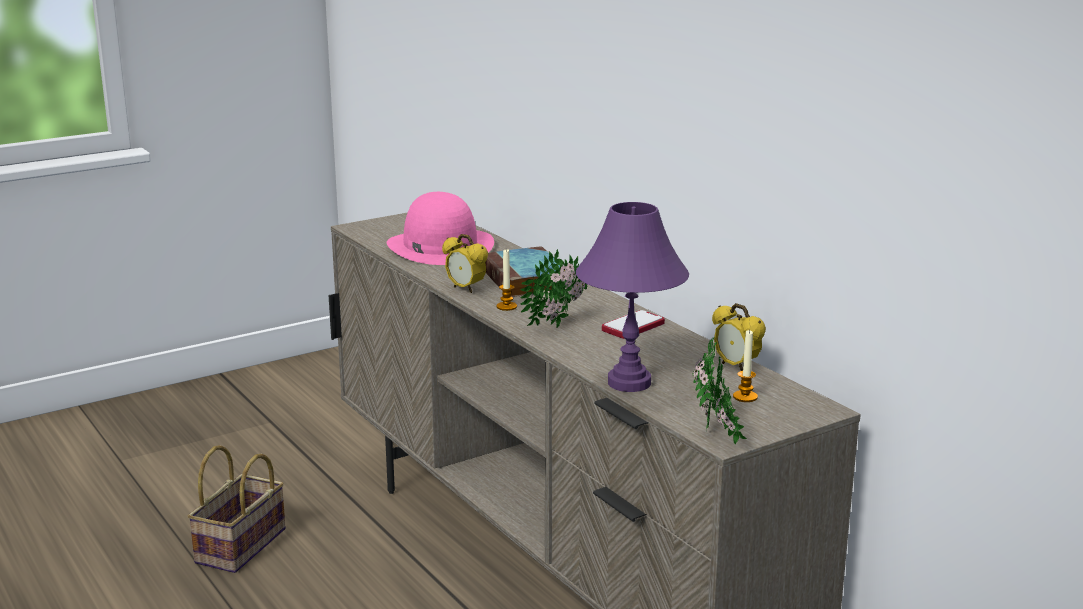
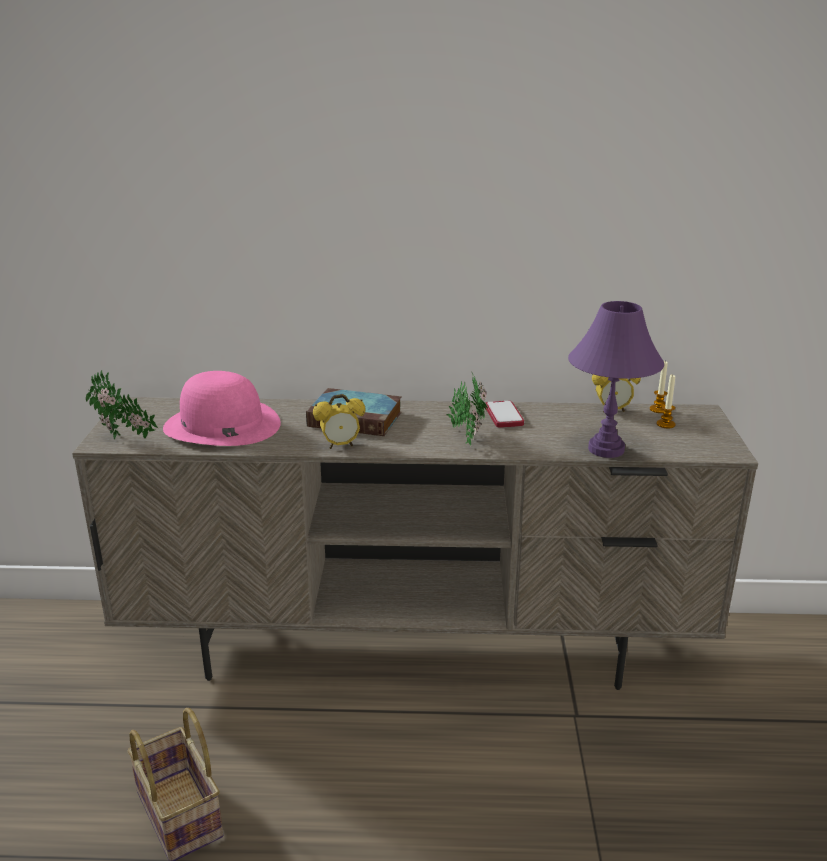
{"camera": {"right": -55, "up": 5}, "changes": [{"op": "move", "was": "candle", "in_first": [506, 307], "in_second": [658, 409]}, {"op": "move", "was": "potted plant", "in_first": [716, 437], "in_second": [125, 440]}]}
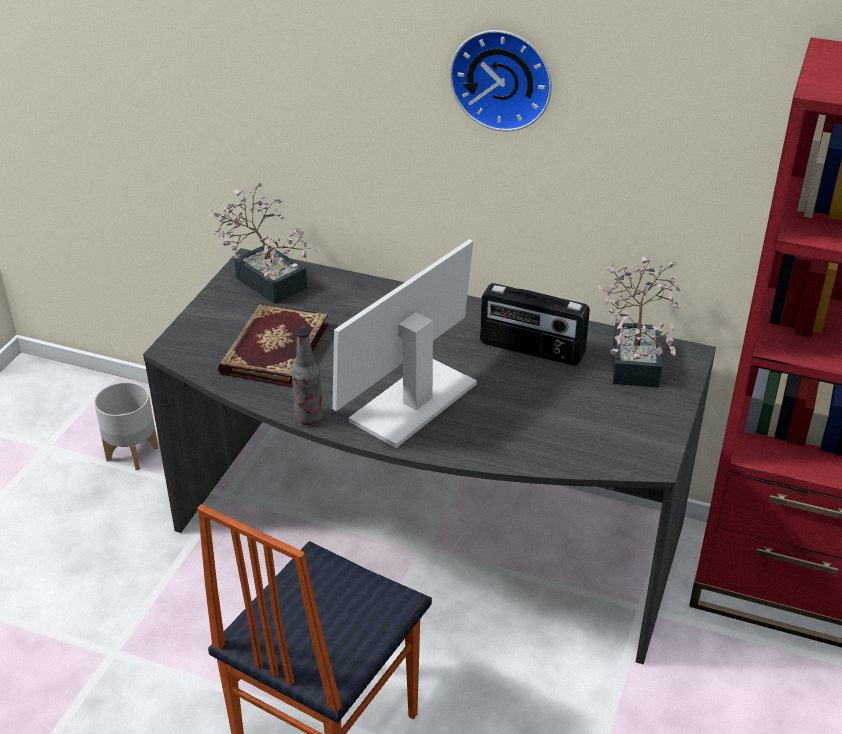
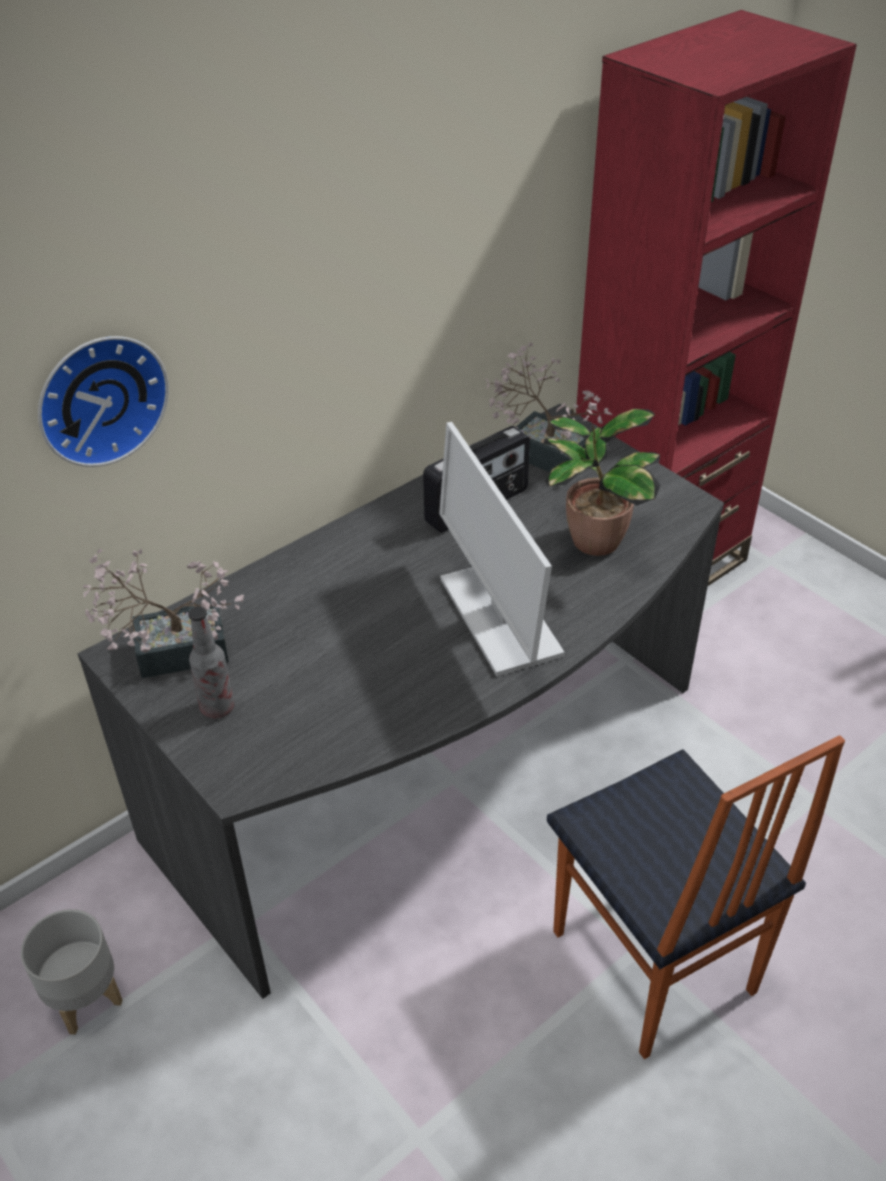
{"camera": {"right": -60, "up": 5}, "changes": [{"op": "move", "was": "wall clock", "in_first": [502, 78], "in_second": [99, 397]}, {"op": "delete", "was": "book", "in_first": [273, 348]}, {"op": "move", "was": "bottle", "in_first": [309, 417], "in_second": [217, 707]}, {"op": "insert", "now": "potted plant", "in_second": [592, 541]}]}
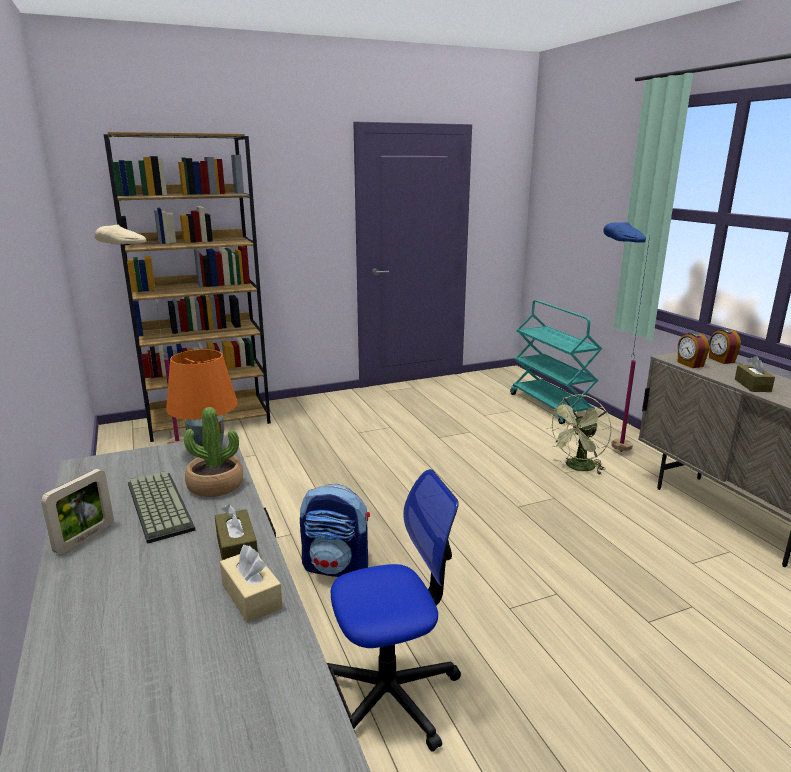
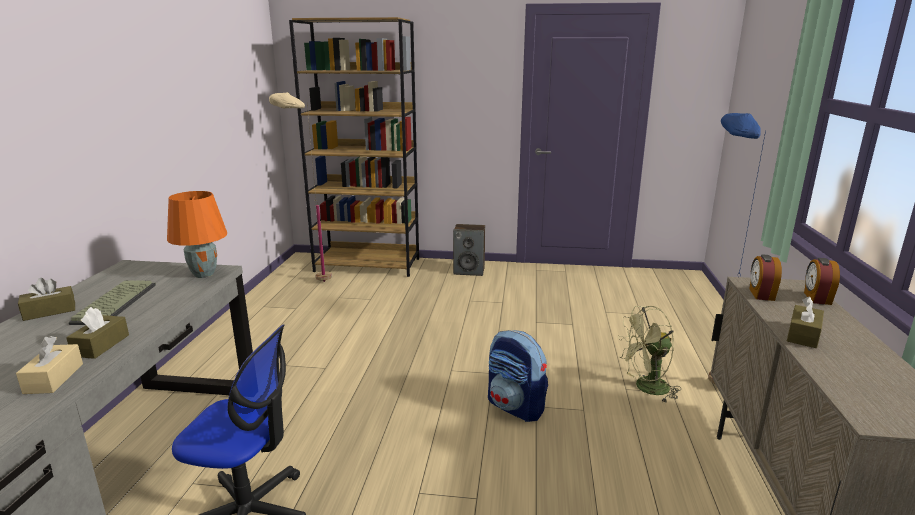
{"camera": {"right": 30, "up": 0}, "changes": [{"op": "delete", "was": "cart (turquoise)", "in_first": [551, 406]}, {"op": "delete", "was": "potted plant", "in_first": [215, 485]}, {"op": "replace", "was": "picture frame", "now": "tissue box (brown)", "in_first": [85, 538], "in_second": [50, 311]}, {"op": "move", "was": "backpack", "in_first": [337, 567], "in_second": [516, 407]}, {"op": "insert", "now": "speaker", "in_second": [469, 271]}]}
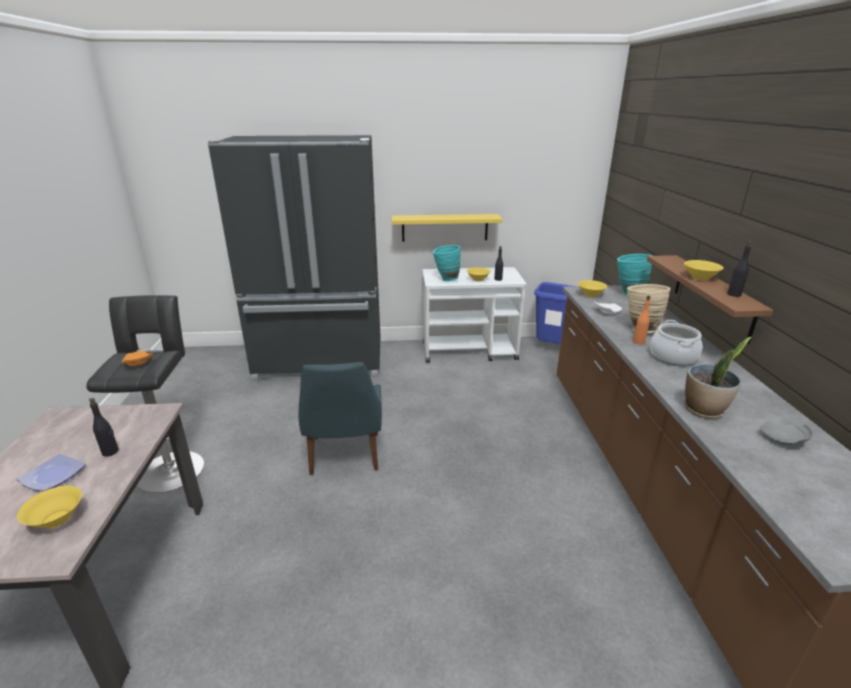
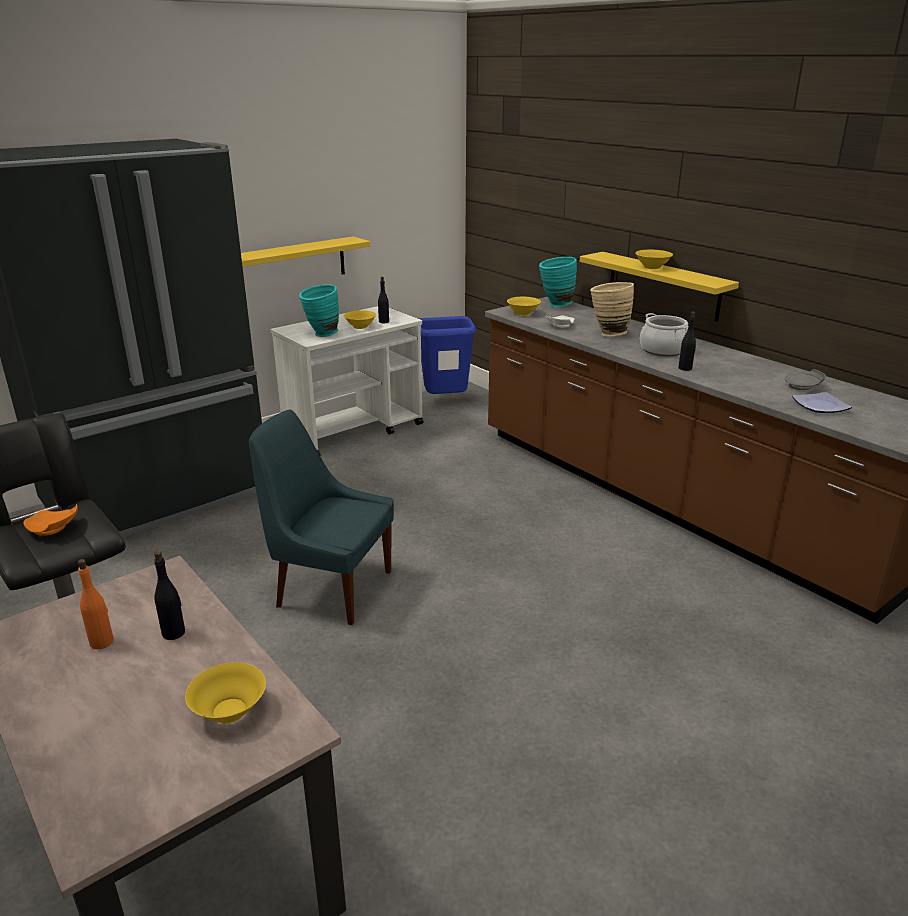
{"camera": {"right": -35, "up": 0}, "changes": [{"op": "move", "was": "bottle (black)", "in_first": [734, 294], "in_second": [685, 368]}, {"op": "recolor", "was": "shelf (brown)", "now": "shelf (yellow)", "in_first": [713, 297], "in_second": [663, 286]}, {"op": "move", "was": "bottle (orange)", "in_first": [639, 342], "in_second": [102, 642]}, {"op": "delete", "was": "potted plant", "in_first": [704, 410]}, {"op": "rotate", "was": "chair (blue)", "in_first": [345, 455], "in_second": [330, 588], "clockwise": 150}, {"op": "move", "was": "plate", "in_first": [54, 475], "in_second": [819, 406]}]}
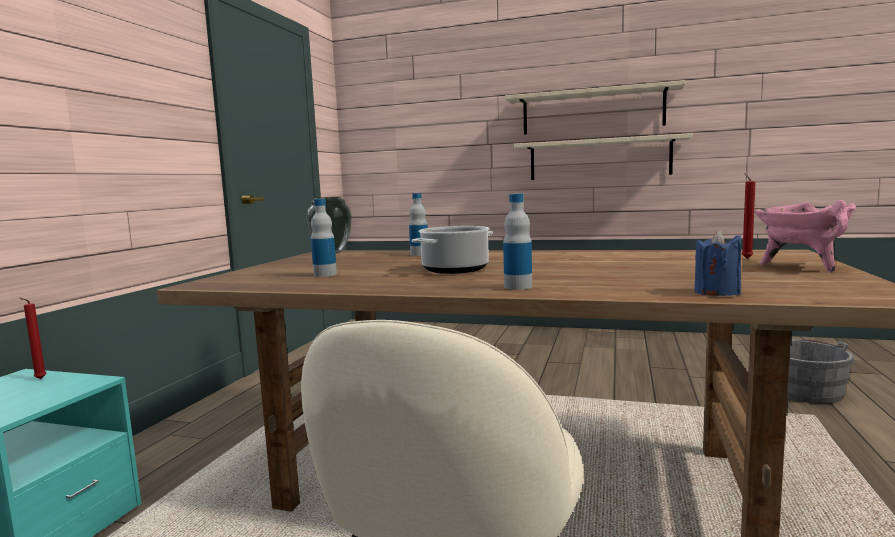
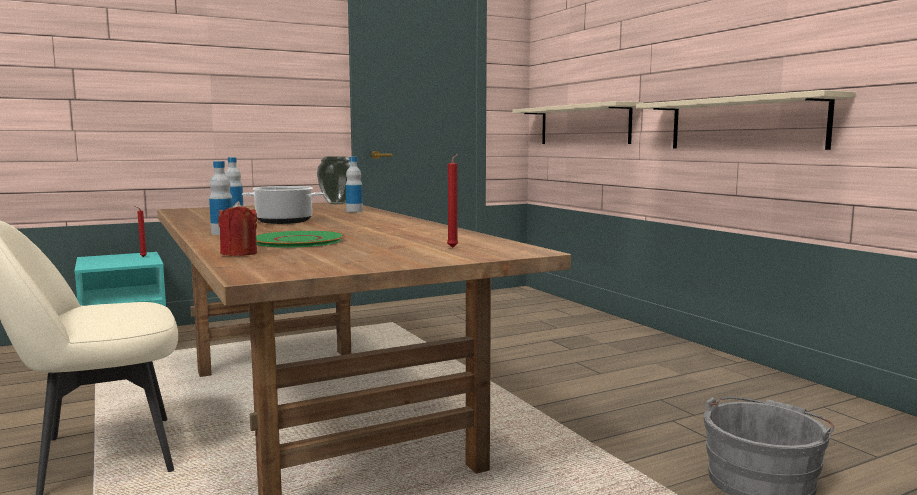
{"camera": {"right": 45, "up": 0}, "changes": [{"op": "move", "was": "shelf (beige)", "in_first": [592, 111], "in_second": [583, 125]}, {"op": "delete", "was": "cooking pot (pink)", "in_first": [801, 266]}, {"op": "recolor", "was": "candle (blue)", "now": "candle (red)", "in_first": [717, 293], "in_second": [239, 254]}, {"op": "insert", "now": "plate (green)", "in_second": [299, 241]}]}
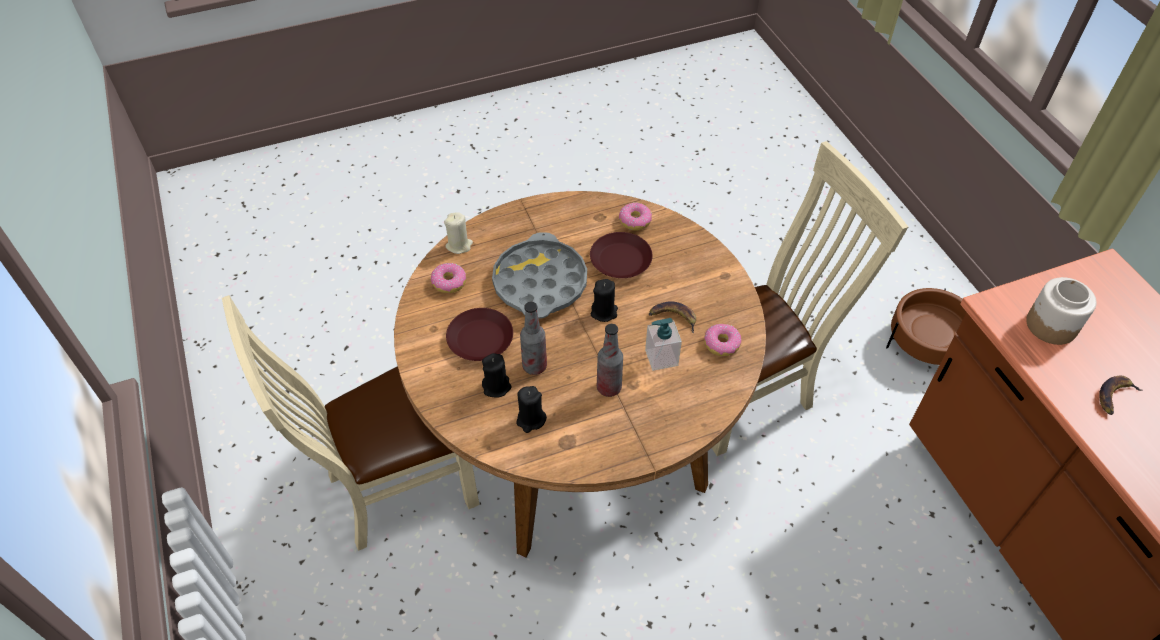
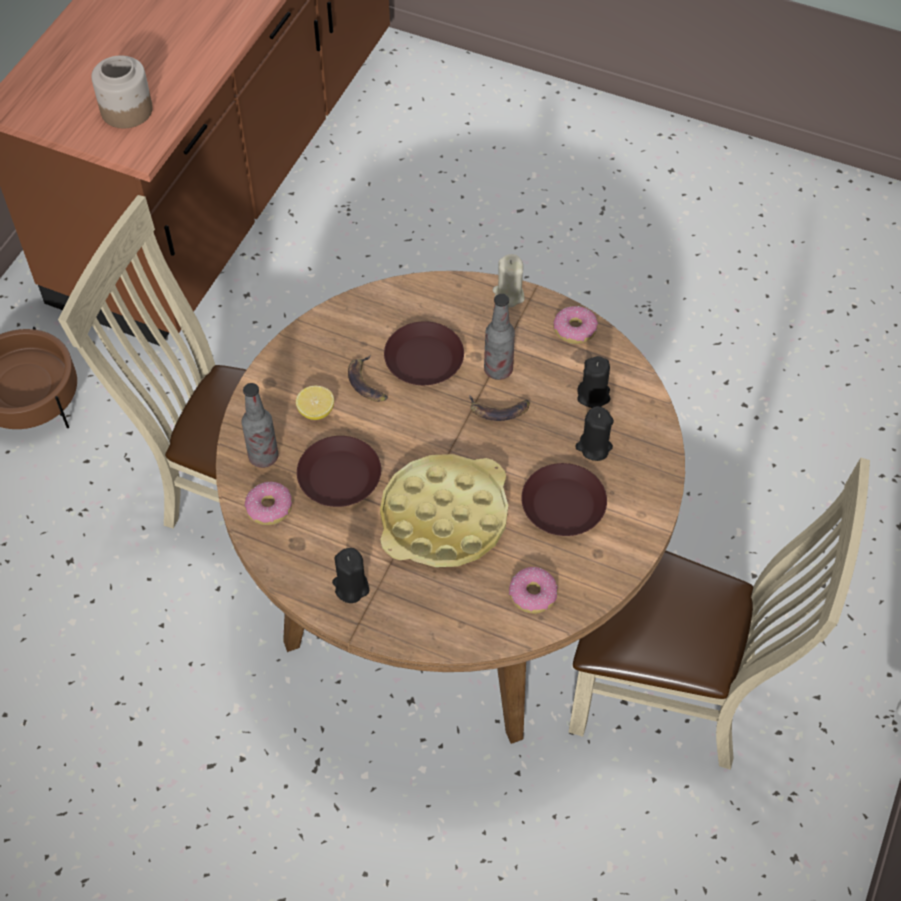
{"camera": {"right": -135, "up": 5}, "changes": [{"op": "move", "was": "candle (beige)", "in_first": [459, 245], "in_second": [508, 295]}, {"op": "recolor", "was": "tray (grey)", "now": "tray (yellow)", "in_first": [540, 283], "in_second": [444, 517]}, {"op": "move", "was": "candle (black)", "in_first": [604, 312], "in_second": [351, 587]}, {"op": "move", "was": "bottle", "in_first": [534, 366], "in_second": [263, 456]}, {"op": "replace", "was": "soap dispenser", "now": "plate (brown)", "in_first": [661, 357], "in_second": [423, 358]}, {"op": "move", "was": "donut", "in_first": [721, 344], "in_second": [575, 330]}, {"op": "move", "was": "banana", "in_first": [1114, 396], "in_second": [498, 410]}, {"op": "insert", "now": "lemon", "in_second": [316, 411]}]}
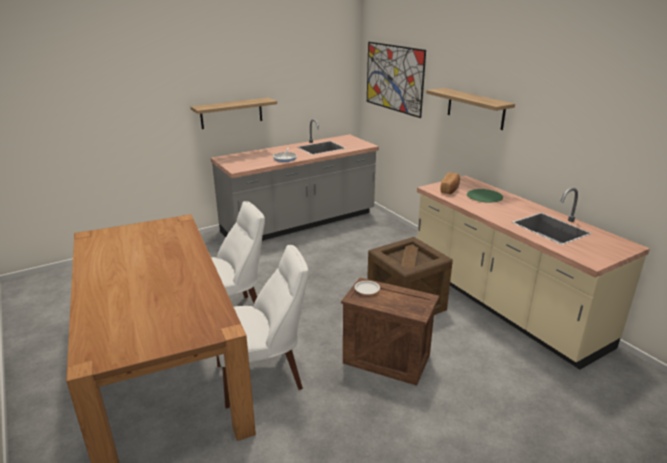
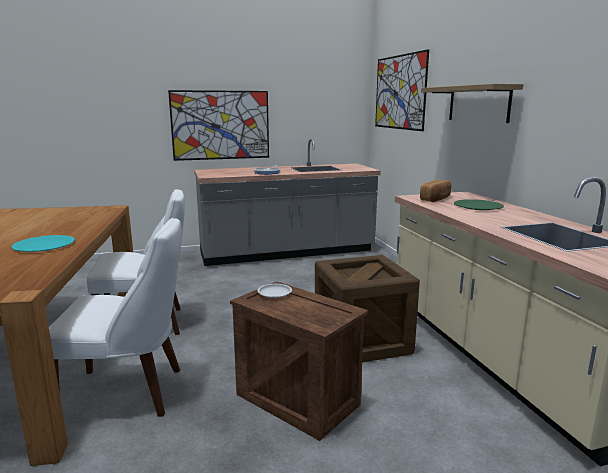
{"camera": {"right": 15, "up": -10}, "changes": [{"op": "replace", "was": "shelf", "now": "picture", "in_first": [231, 113], "in_second": [221, 125]}, {"op": "insert", "now": "plate (turquoise)", "in_second": [44, 245]}]}
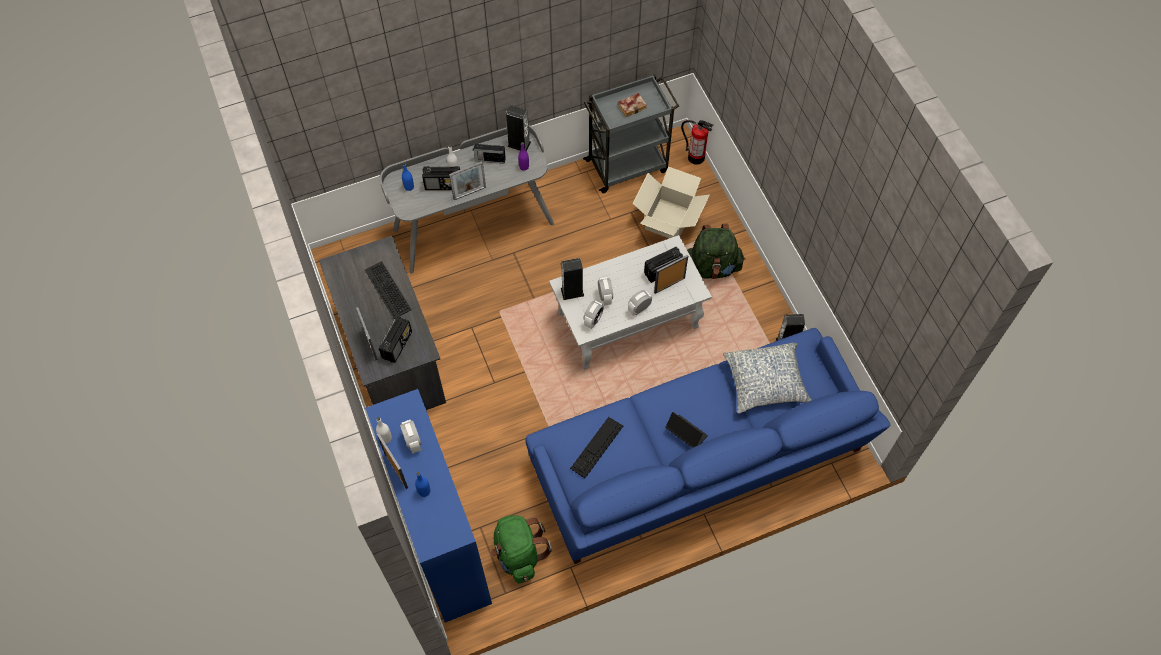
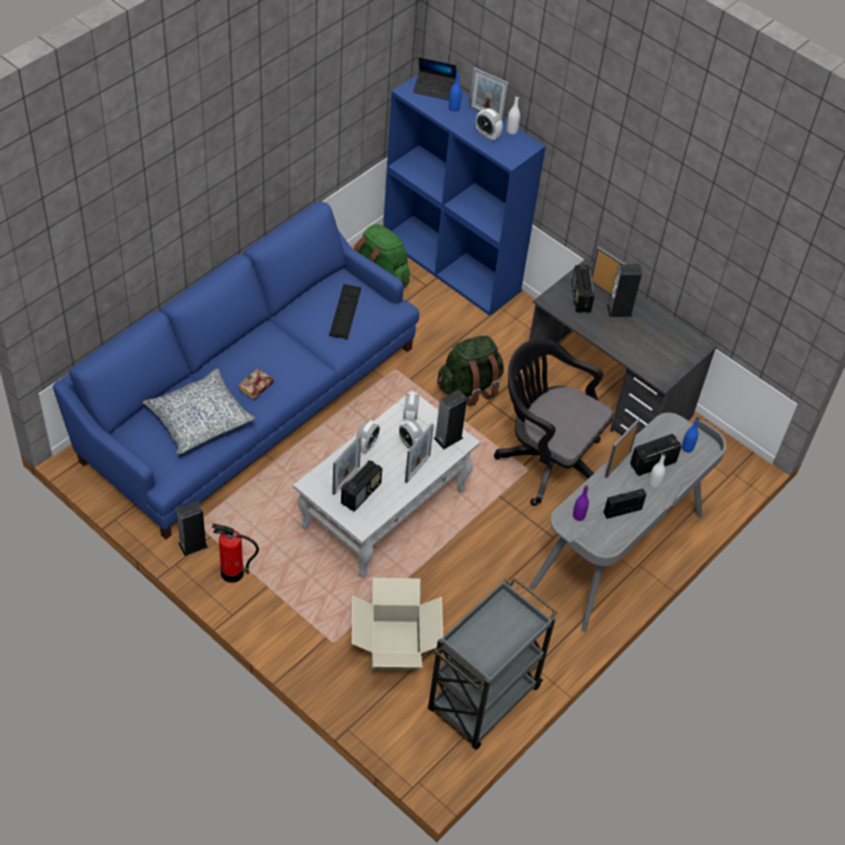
{"camera": {"right": 150, "up": -10}, "changes": [{"op": "move", "was": "book", "in_first": [632, 105], "in_second": [255, 387]}, {"op": "move", "was": "speaker", "in_first": [519, 144], "in_second": [619, 310]}, {"op": "move", "was": "fire extinguisher", "in_first": [696, 157], "in_second": [232, 573]}, {"op": "move", "was": "backpack (green)", "in_first": [712, 267], "in_second": [469, 386]}, {"op": "delete", "was": "keyboard", "in_first": [386, 289]}, {"op": "move", "was": "laptop", "in_first": [686, 433], "in_second": [434, 89]}, {"op": "insert", "now": "office chair (black)", "in_second": [546, 459]}, {"op": "insert", "now": "picture frame", "in_second": [417, 468]}]}
